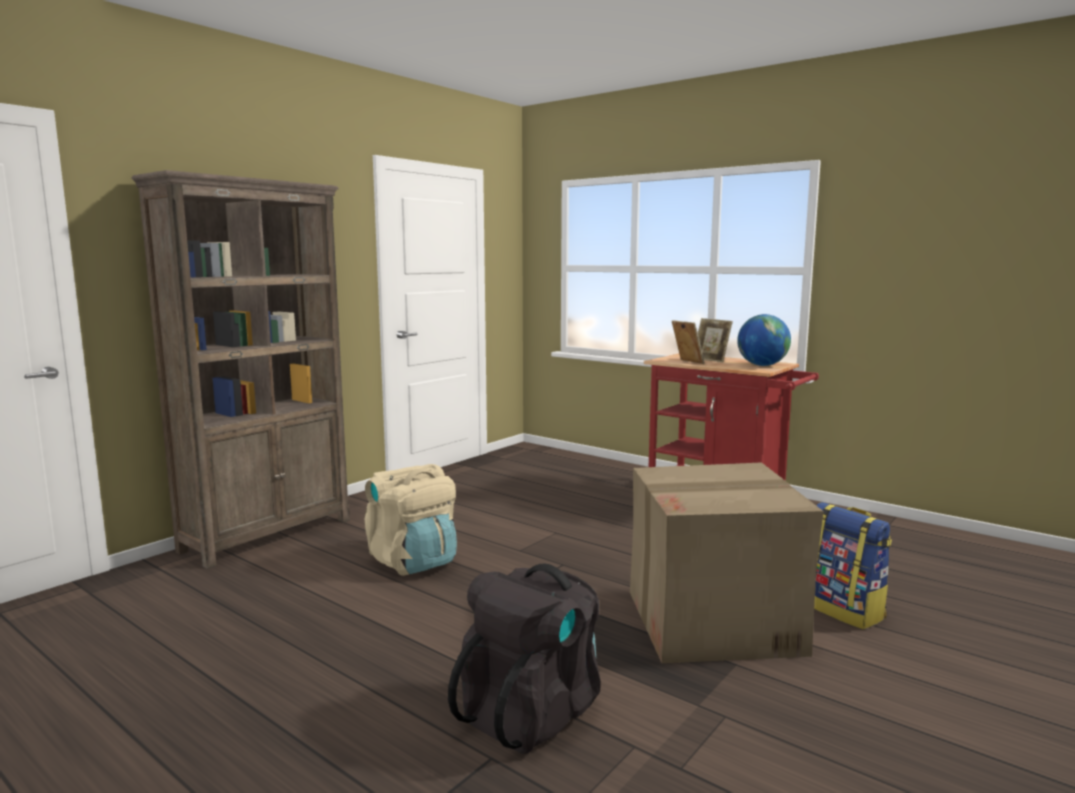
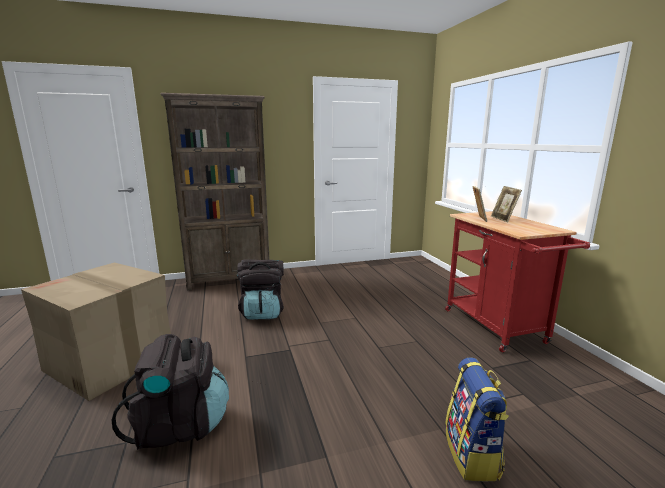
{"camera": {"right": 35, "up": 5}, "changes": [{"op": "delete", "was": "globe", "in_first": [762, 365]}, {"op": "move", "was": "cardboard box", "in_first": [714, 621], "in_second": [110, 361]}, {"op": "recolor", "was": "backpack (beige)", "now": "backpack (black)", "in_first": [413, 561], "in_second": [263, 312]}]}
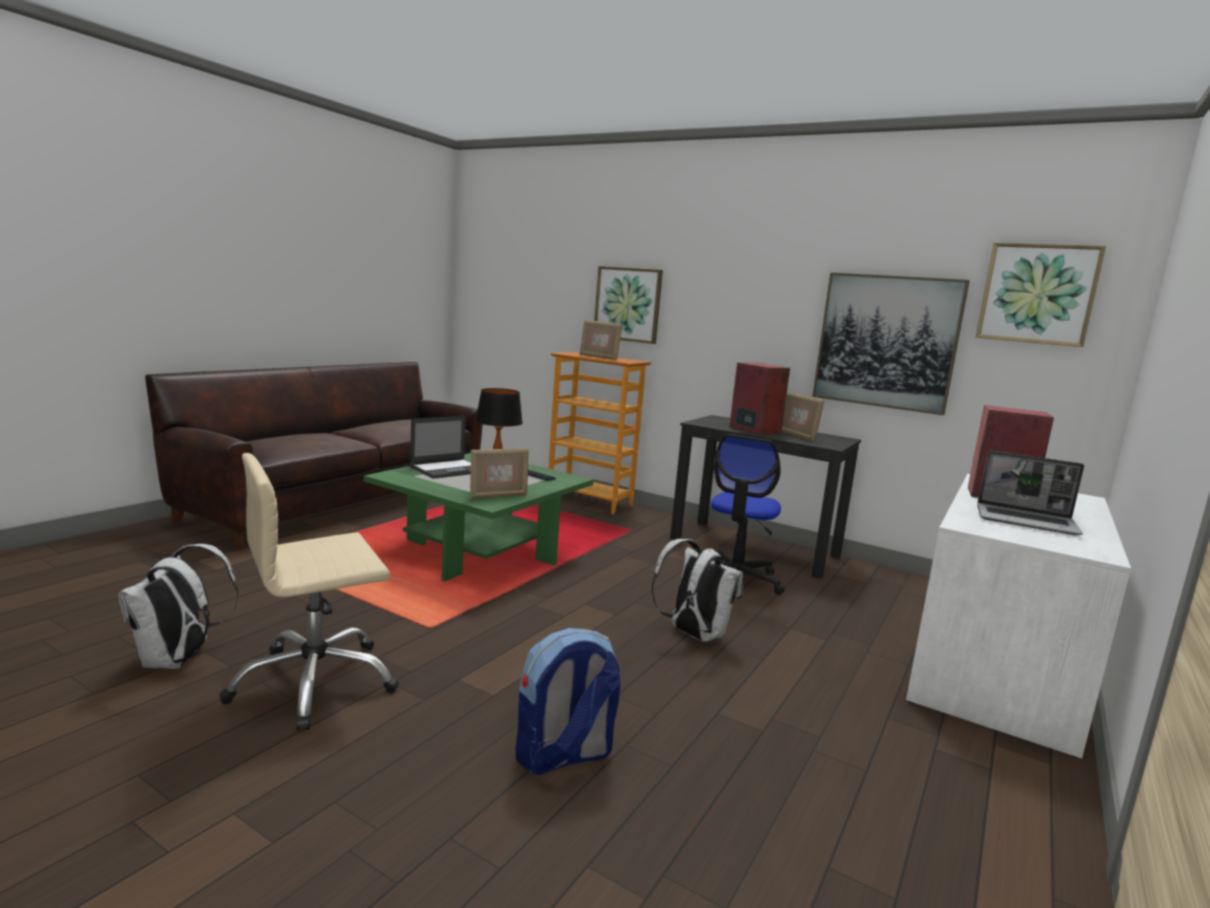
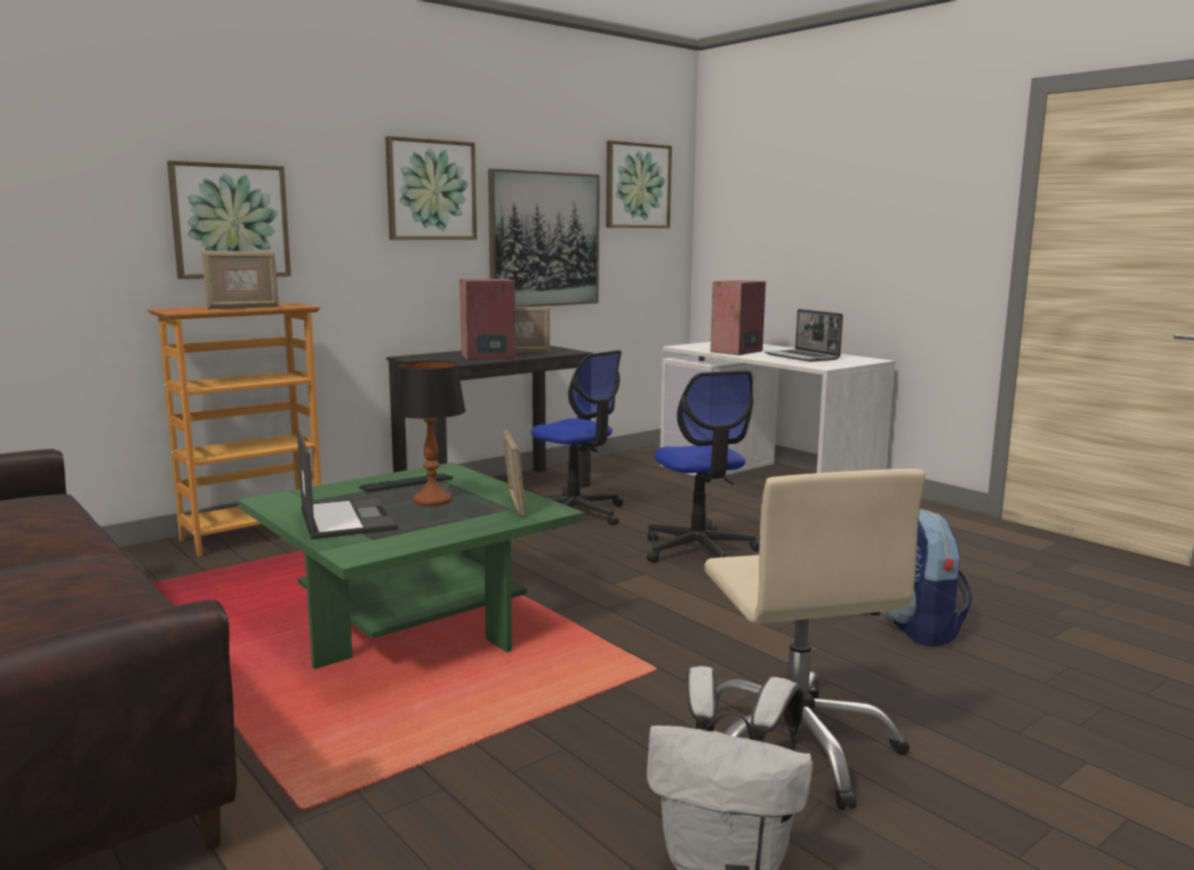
{"camera": {"right": -70, "up": 0}, "changes": [{"op": "rotate", "was": "laptop", "in_first": [1027, 521], "in_second": [803, 357], "clockwise": 105}, {"op": "replace", "was": "backpack (white)", "now": "office chair", "in_first": [693, 634], "in_second": [699, 551]}, {"op": "insert", "now": "picture", "in_second": [431, 190]}]}
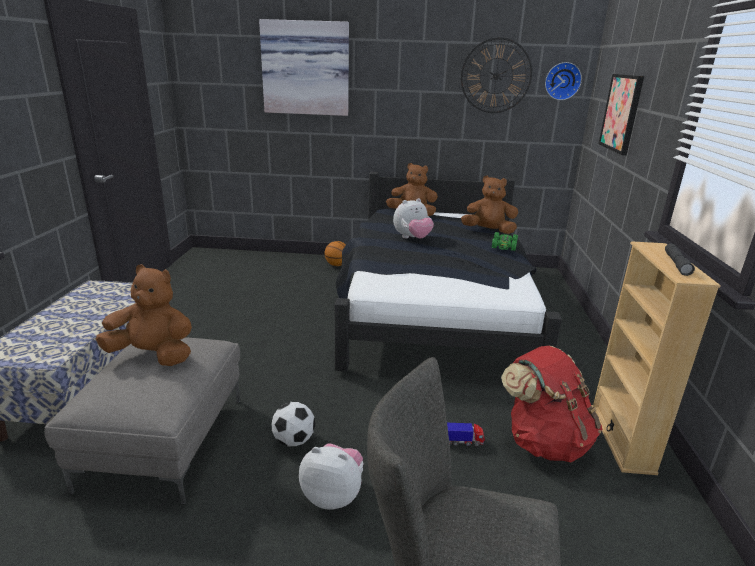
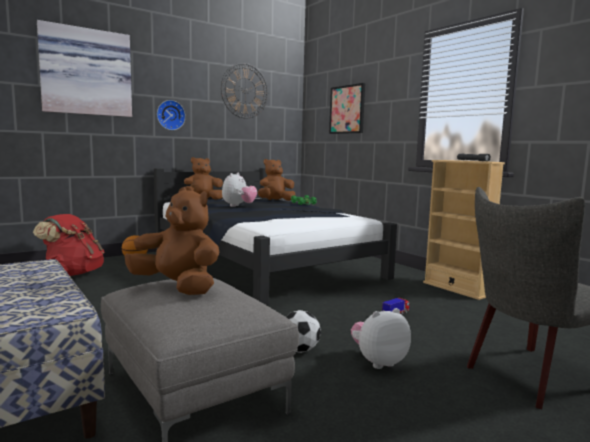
{"camera": {"right": -40, "up": -15}, "changes": [{"op": "move", "was": "wall clock", "in_first": [562, 81], "in_second": [170, 115]}, {"op": "rotate", "was": "plush toy (brown)", "in_first": [153, 355], "in_second": [178, 287], "clockwise": 60}, {"op": "move", "was": "backpack (red)", "in_first": [544, 441], "in_second": [73, 274]}]}
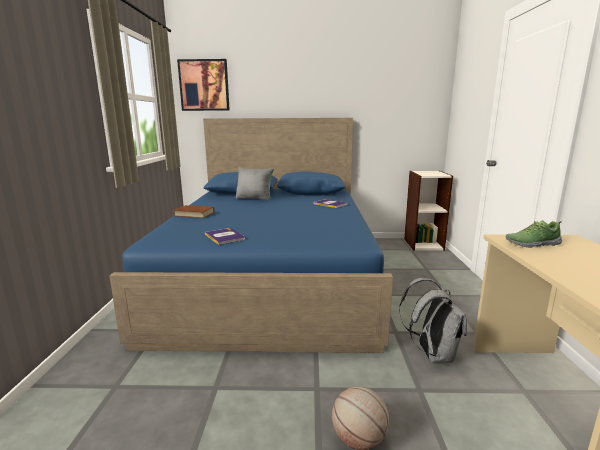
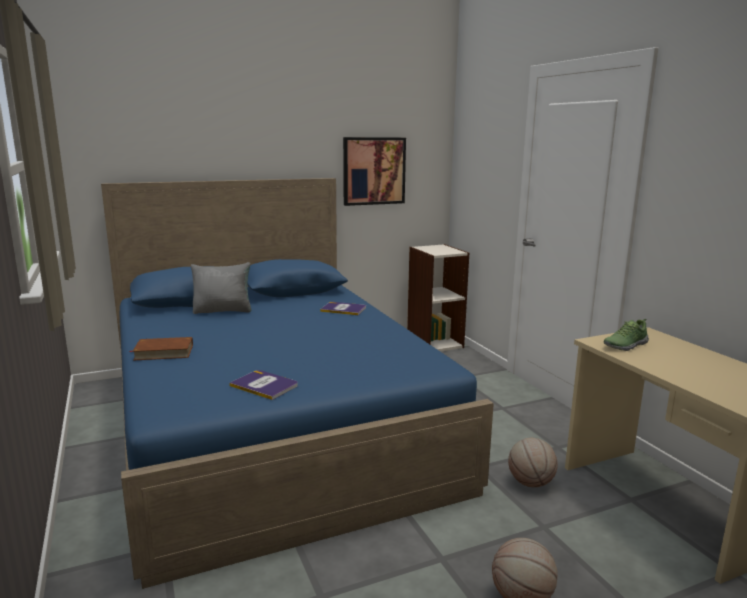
{"camera": {"right": -25, "up": 0}, "changes": [{"op": "move", "was": "picture", "in_first": [204, 85], "in_second": [374, 171]}, {"op": "replace", "was": "backpack (grey)", "now": "basketball", "in_first": [432, 353], "in_second": [530, 483]}]}
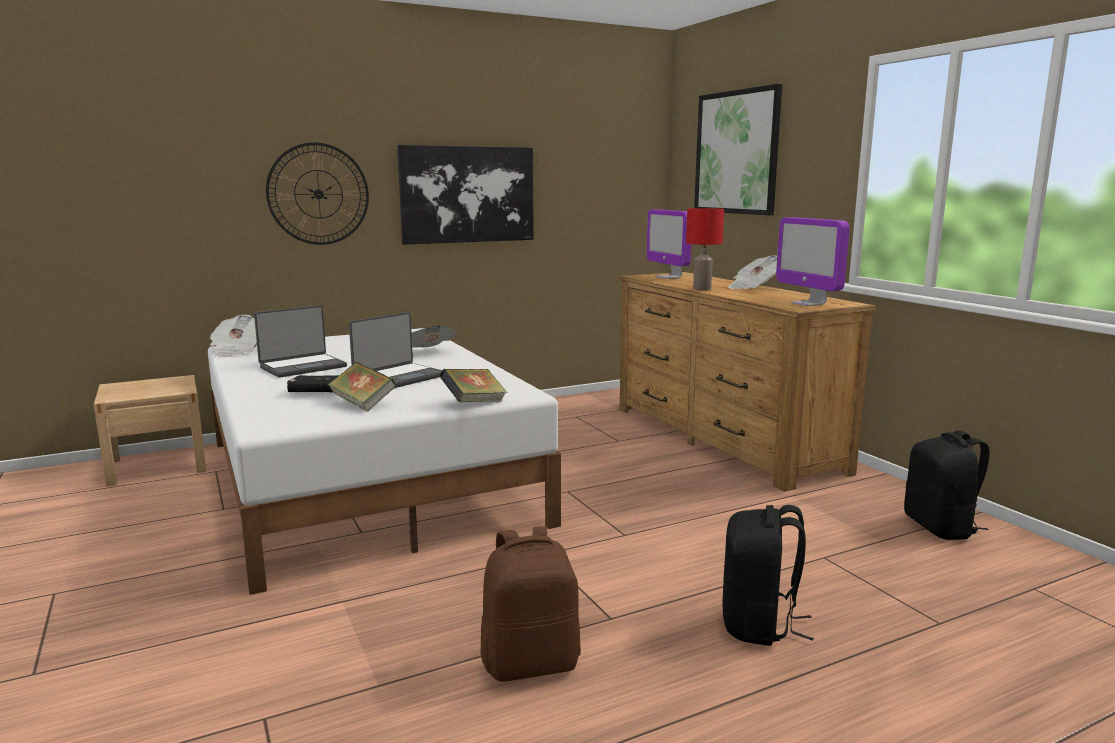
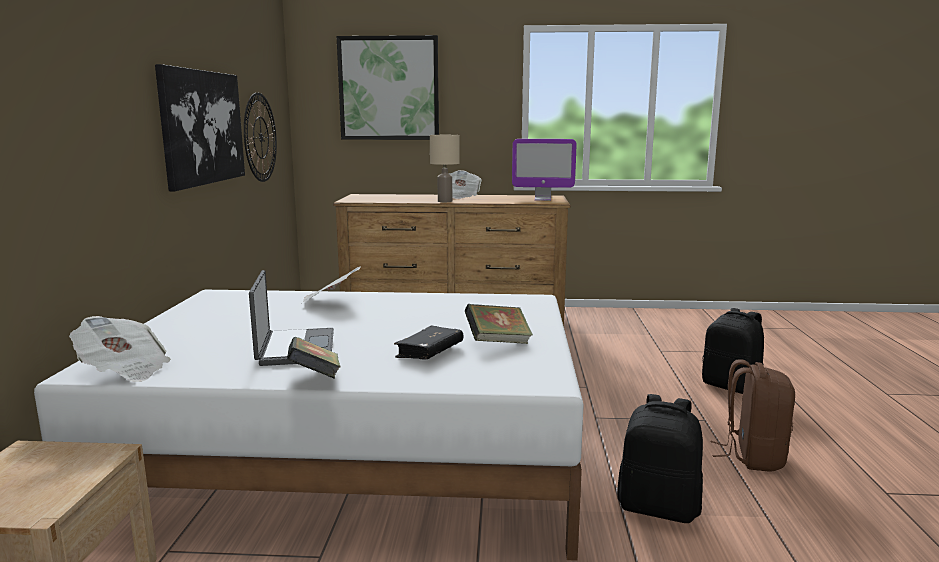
{"camera": {"right": -60, "up": 0}, "changes": [{"op": "move", "was": "wall clock", "in_first": [318, 194], "in_second": [260, 137]}, {"op": "recolor", "was": "table lamp (red)", "now": "table lamp (beige)", "in_first": [701, 289], "in_second": [444, 201]}, {"op": "delete", "was": "monitor", "in_first": [668, 277]}, {"op": "delete", "was": "laptop", "in_first": [399, 377]}, {"op": "move", "was": "book", "in_first": [474, 403], "in_second": [315, 378]}, {"op": "move", "was": "backpack (black)", "in_first": [941, 528], "in_second": [659, 507]}]}
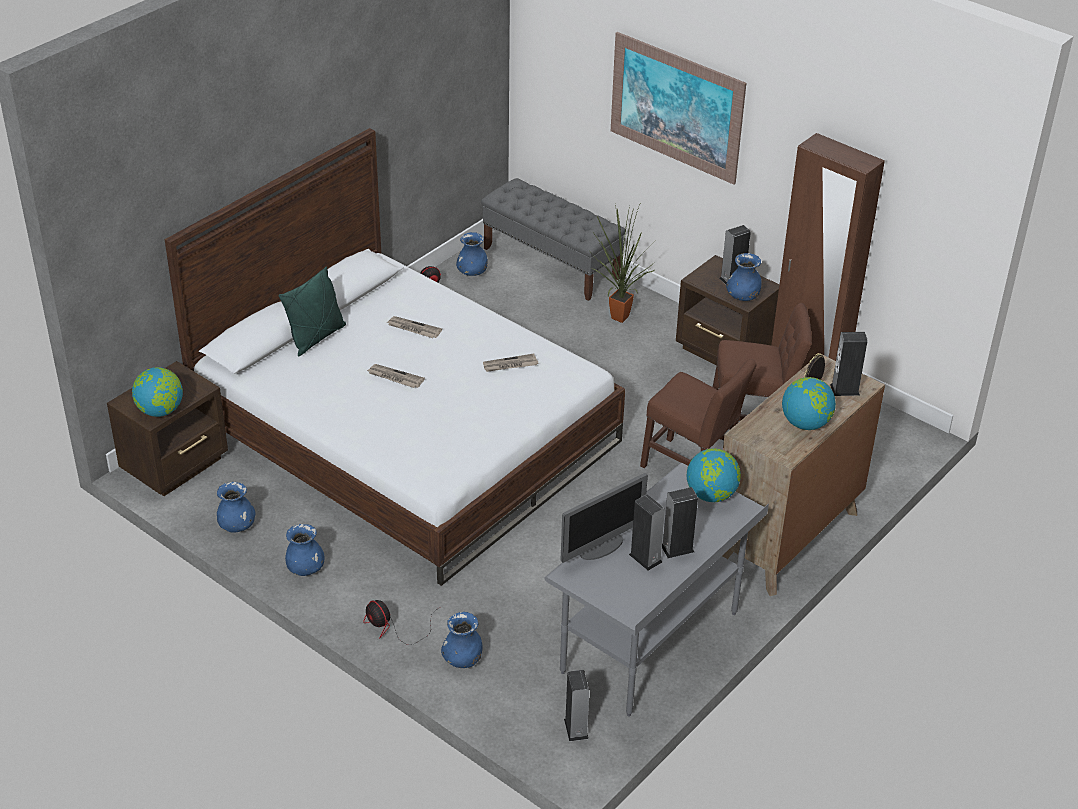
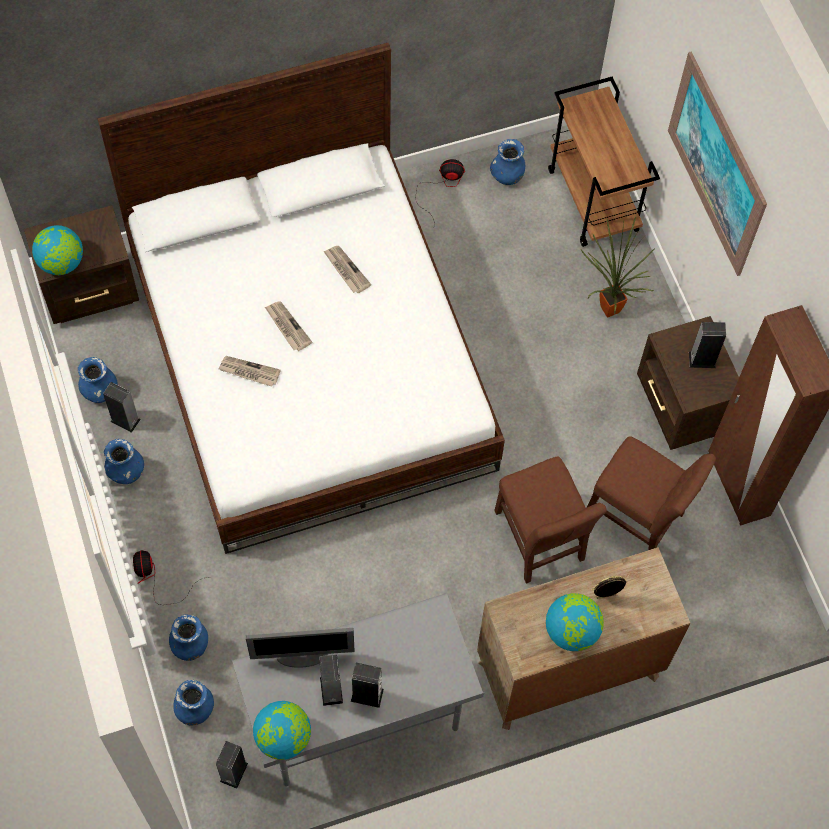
{"camera": {"right": 30, "up": 25}, "changes": [{"op": "replace", "was": "bench (grey)", "now": "cart (brown)", "in_first": [551, 263], "in_second": [594, 201]}, {"op": "move", "was": "vase (blue)", "in_first": [743, 297], "in_second": [195, 709]}, {"op": "delete", "was": "pillow (green)", "in_first": [316, 337]}, {"op": "move", "was": "speaker", "in_first": [845, 390], "in_second": [125, 420]}, {"op": "move", "was": "newspaper", "in_first": [510, 365], "in_second": [249, 372]}, {"op": "move", "was": "globe", "in_first": [711, 495], "in_second": [283, 737]}]}
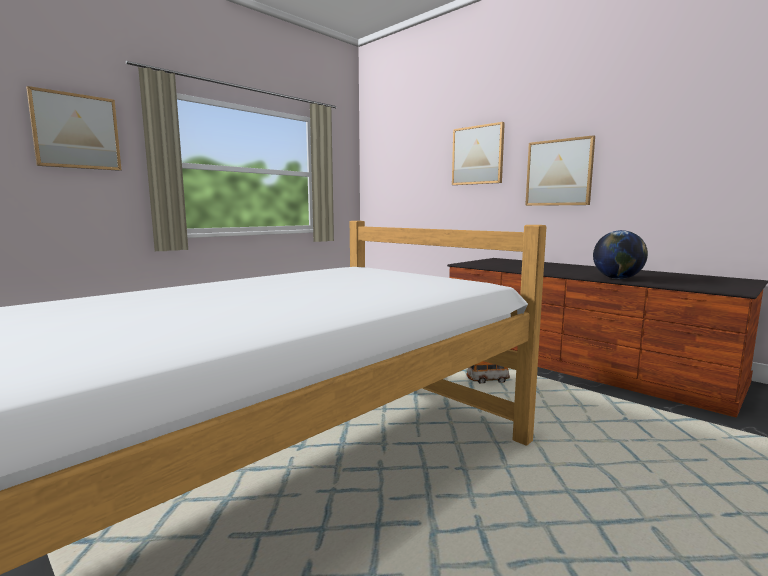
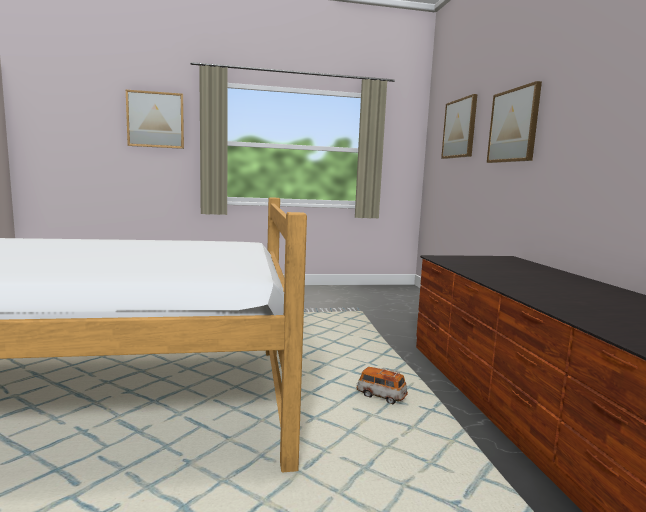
{"camera": {"right": 35, "up": 0}, "changes": [{"op": "move", "was": "picture", "in_first": [559, 172], "in_second": [460, 128]}, {"op": "delete", "was": "globe", "in_first": [617, 278]}]}
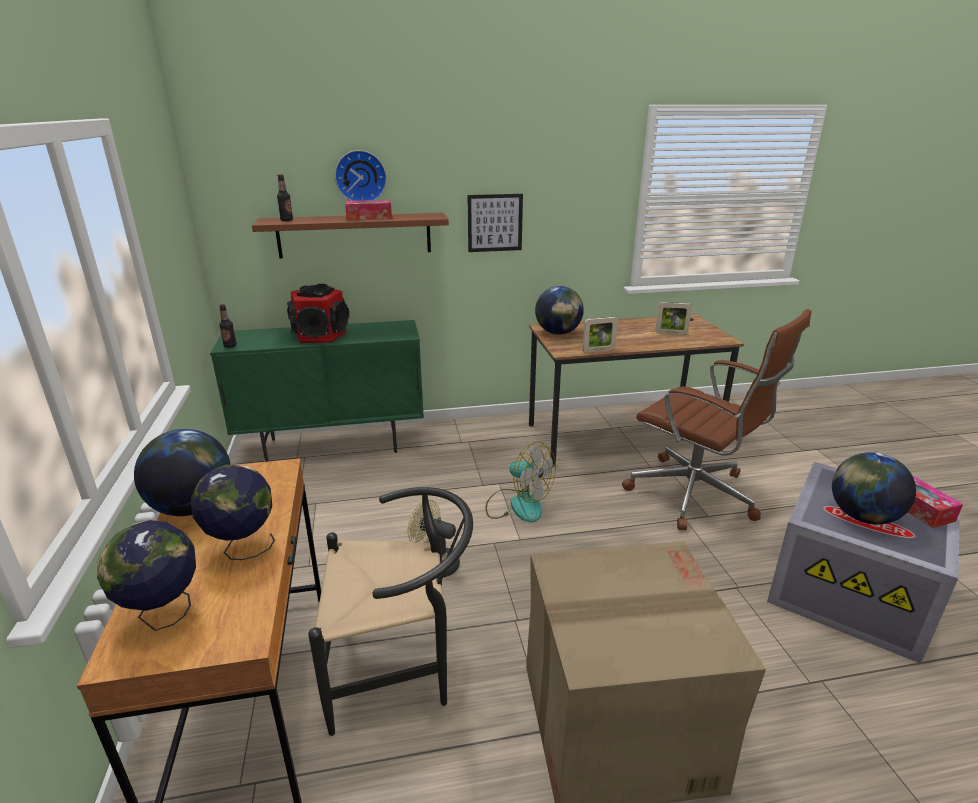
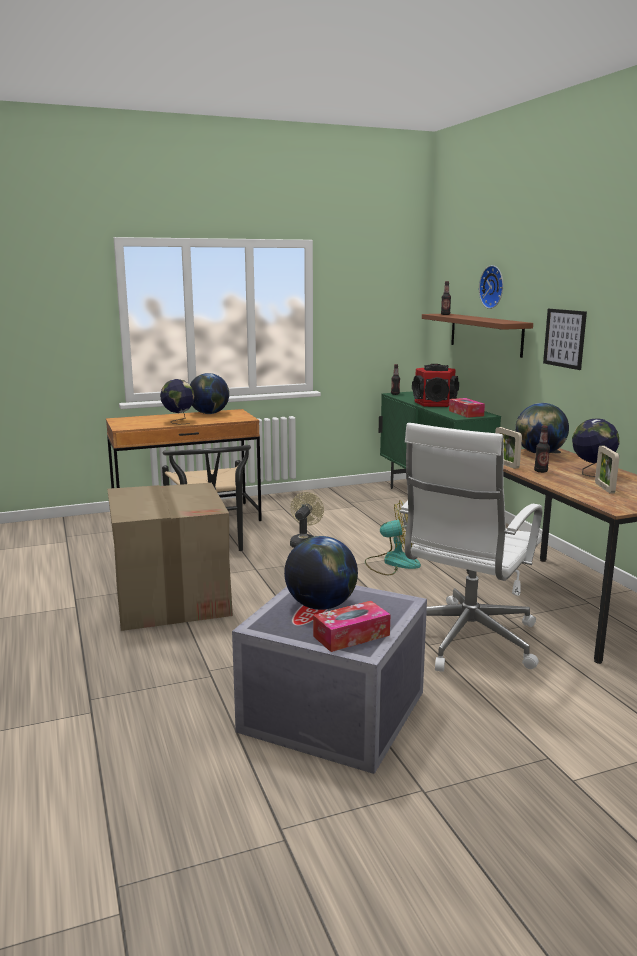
{"camera": {"right": 80, "up": -10}, "changes": [{"op": "move", "was": "tissue box", "in_first": [369, 217], "in_second": [466, 413]}, {"op": "recolor", "was": "office chair (brown)", "now": "office chair (white)", "in_first": [696, 495], "in_second": [465, 640]}, {"op": "rotate", "was": "fan", "in_first": [518, 504], "in_second": [392, 562], "clockwise": -120}, {"op": "move", "was": "globe", "in_first": [164, 615], "in_second": [591, 474]}, {"op": "insert", "now": "bottle", "in_second": [540, 471]}]}
